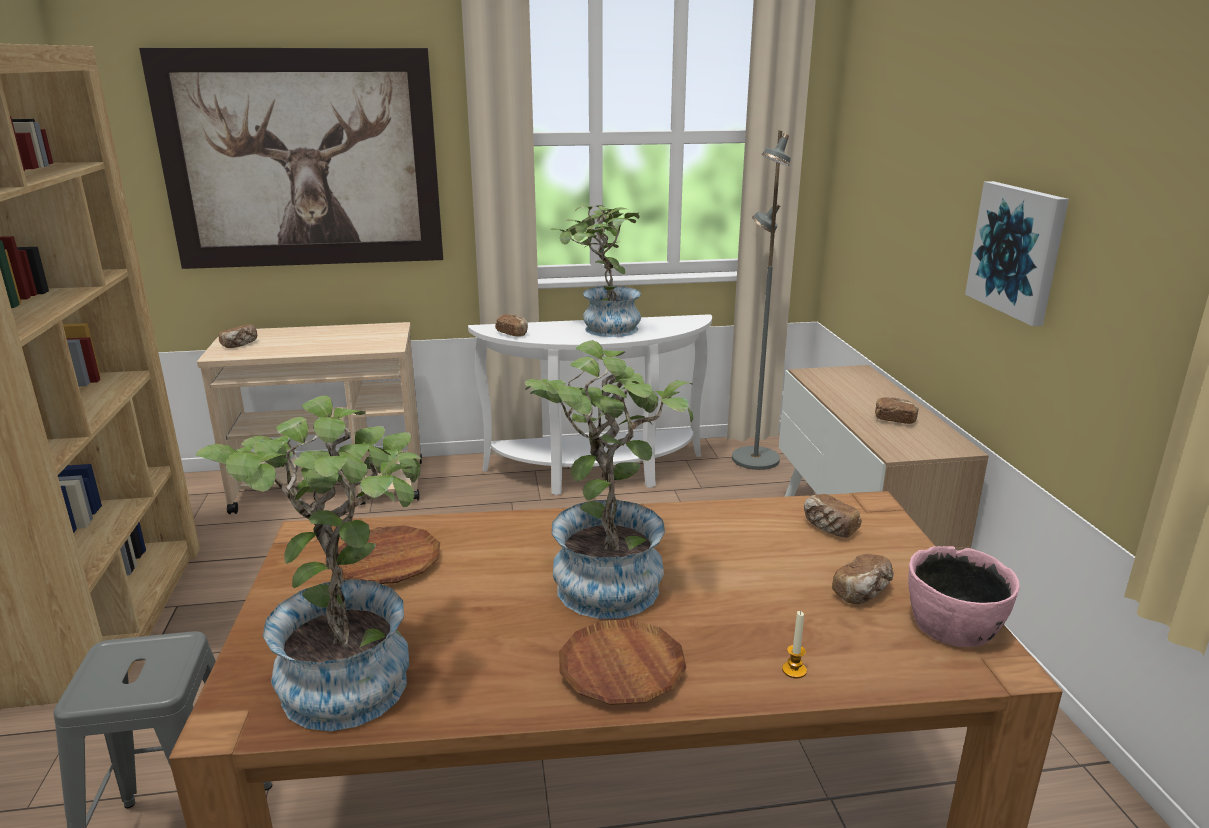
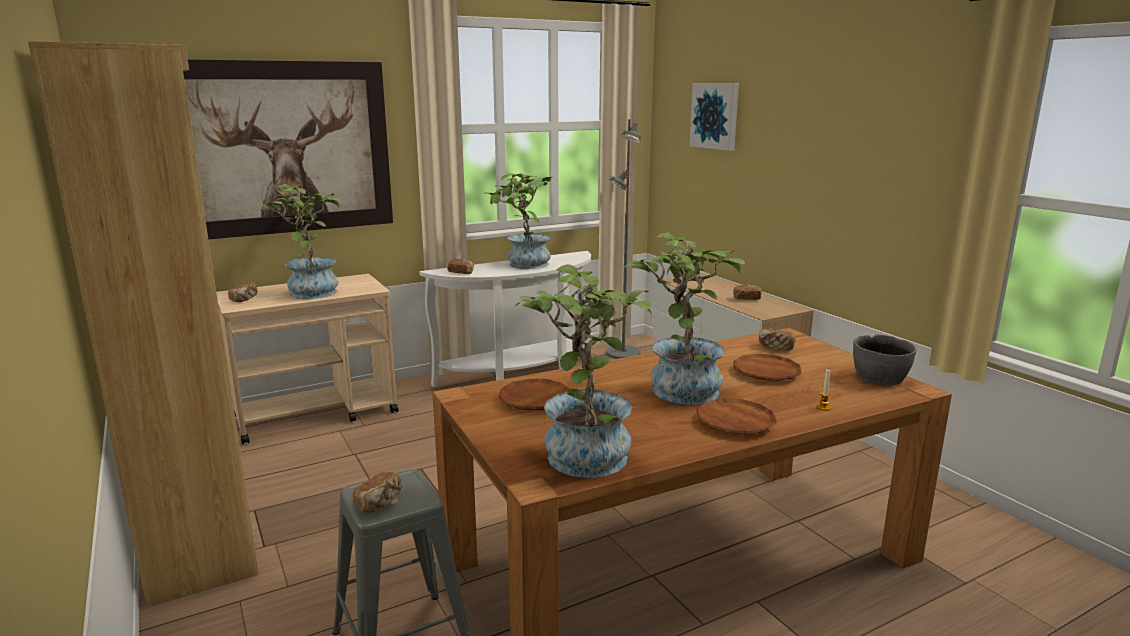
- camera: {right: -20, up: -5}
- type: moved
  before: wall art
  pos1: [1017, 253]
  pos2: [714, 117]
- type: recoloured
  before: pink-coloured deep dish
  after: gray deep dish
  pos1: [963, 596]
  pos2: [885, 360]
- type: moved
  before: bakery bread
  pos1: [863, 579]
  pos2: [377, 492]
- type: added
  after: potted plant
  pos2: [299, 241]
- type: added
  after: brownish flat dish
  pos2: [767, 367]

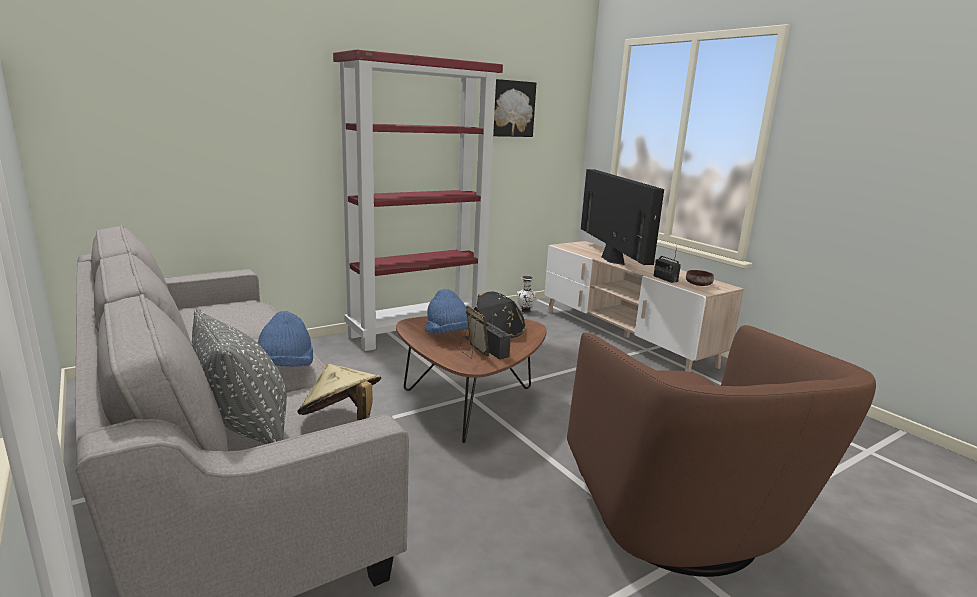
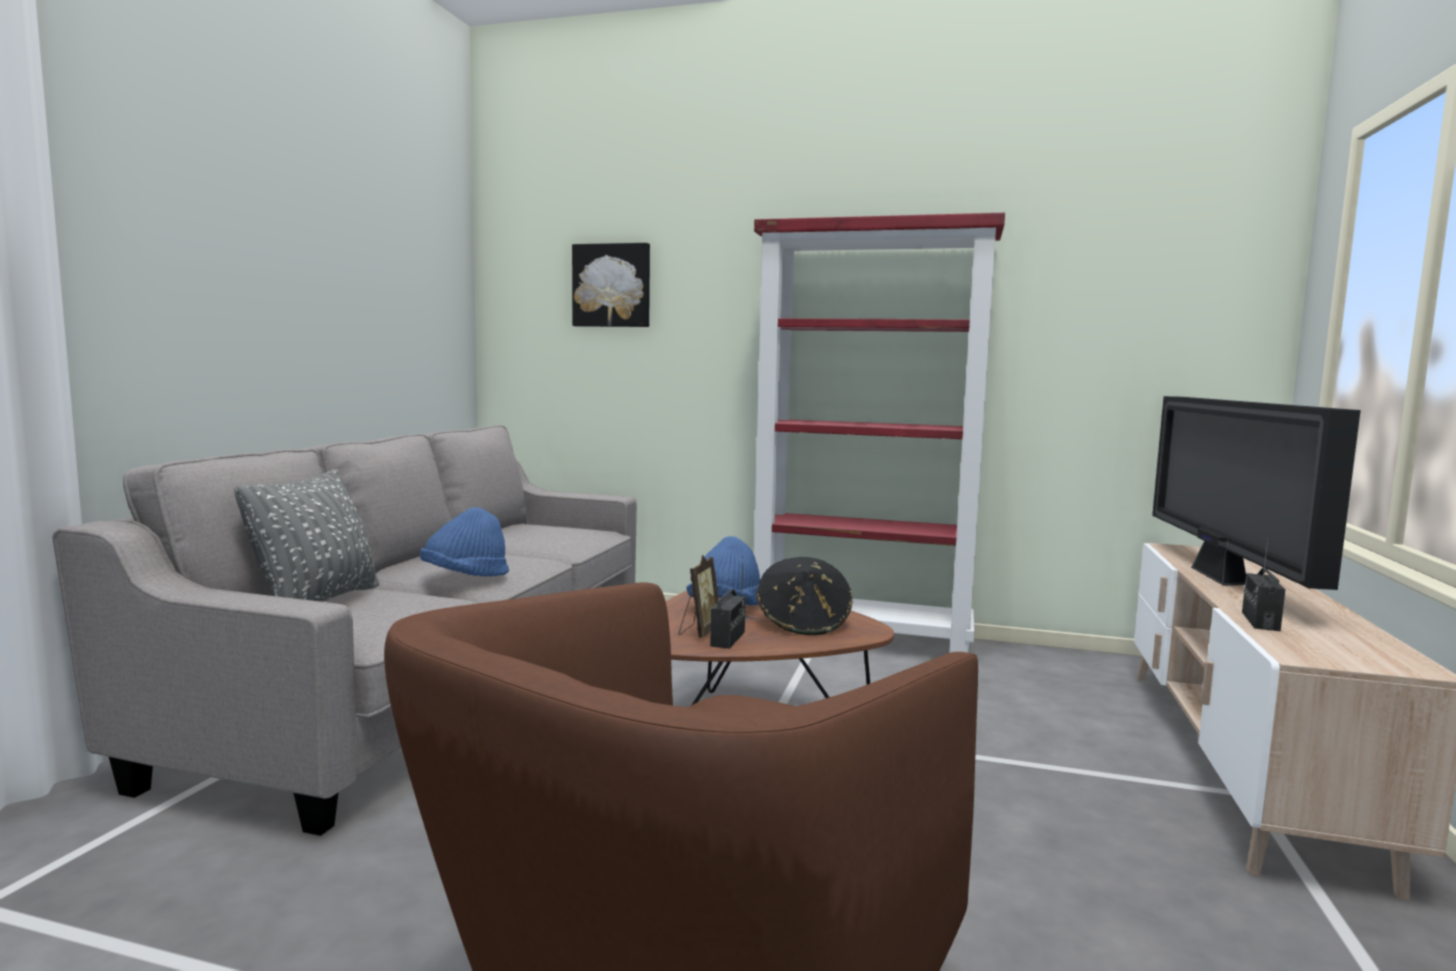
- camera: {right: 50, up: -10}
- type: moved
  before: wall art
  pos1: [514, 108]
  pos2: [611, 285]
- type: turned
  before: TV set
  pos1: [622, 217]
  pos2: [1256, 493]
  turn: 150
- type: removed
  before: brownish deep dish
  pos1: [700, 278]
- type: removed
  before: whitish flower vase
  pos1: [526, 294]
- type: removed
  before: beige-coloured wearable hat
  pos1: [339, 392]

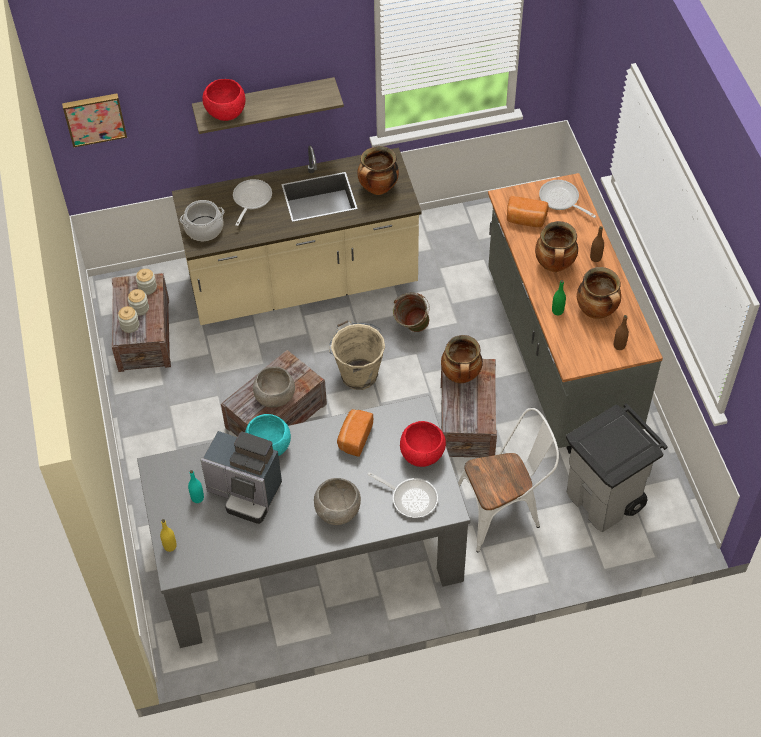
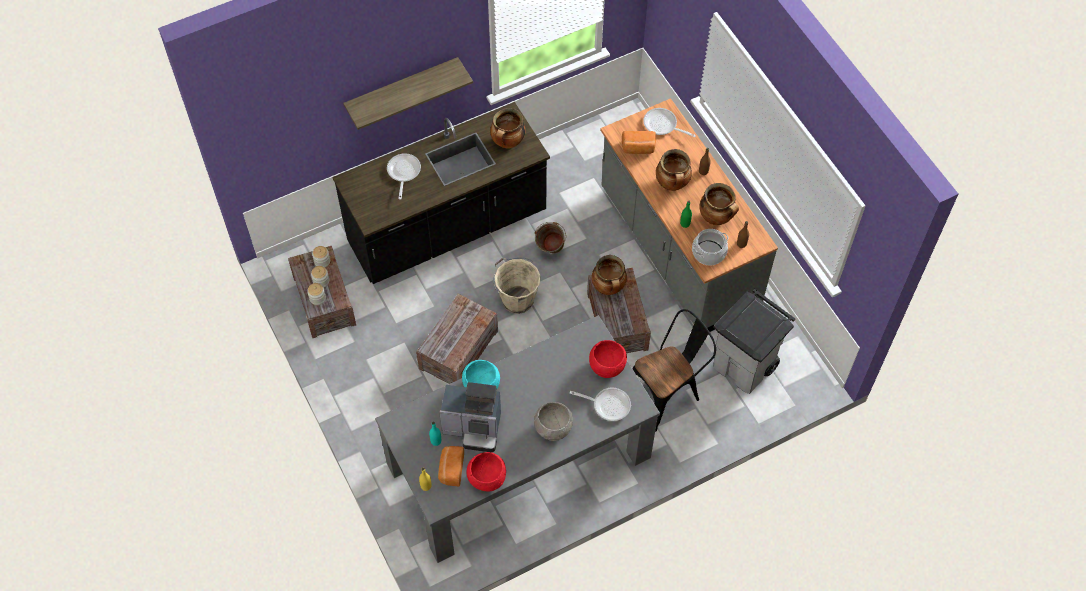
- camera: {right: -15, up: 5}
- type: moved
  before: red-coloured deep dish
  pos1: [223, 100]
  pos2: [486, 472]
- type: removed
  before: wall art
  pos1: [94, 121]
- type: recoloured
  before: beige-coloured kitchen counter
  after: black kitchen counter
  pos1: [297, 235]
  pos2: [441, 193]
- type: moved
  before: saucepot
  pos1: [202, 220]
  pos2: [710, 247]
- type: removed
  before: gray deep dish
  pos1: [274, 387]
- type: recoloured
  before: whitish upright chair
  after: black upright chair
  pos1: [508, 480]
  pos2: [674, 370]
- type: moved
  before: bakery bread
  pos1: [355, 433]
  pos2: [451, 466]

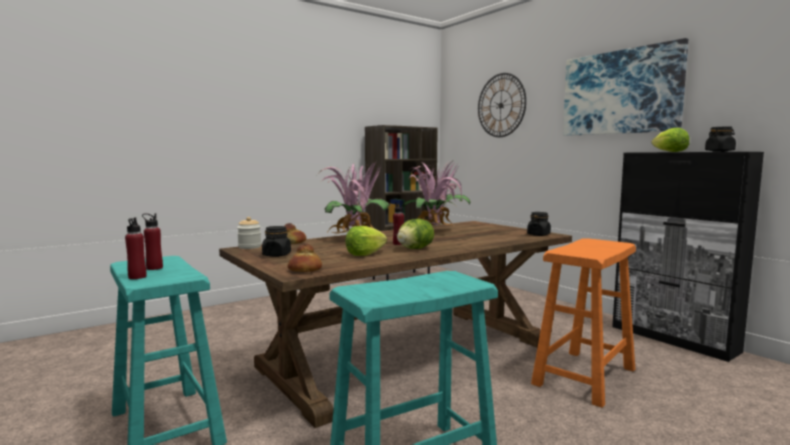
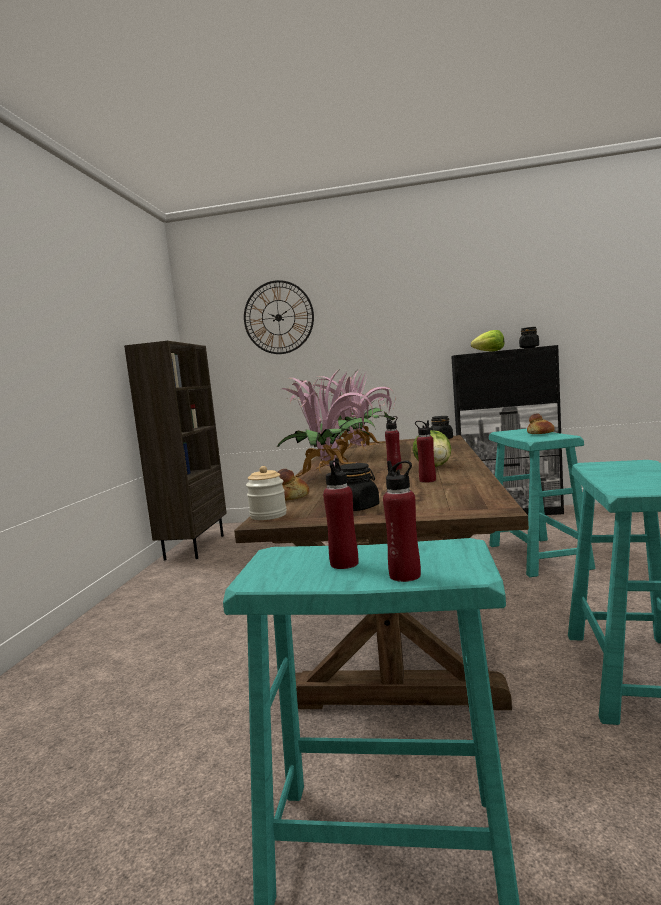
- camera: {right: -45, up: 0}
- type: removed
  before: wall art
  pos1: [625, 87]
- type: replaced
  before: head of lettuce
  after: red-coloured beverage bottle
  pos1: [366, 241]
  pos2: [425, 451]
- type: recoloured
  before: orangey stool
  after: blue-green stool
  pos1: [583, 323]
  pos2: [542, 503]
- type: moved
  before: bakery bread
  pos1: [304, 258]
  pos2: [541, 423]

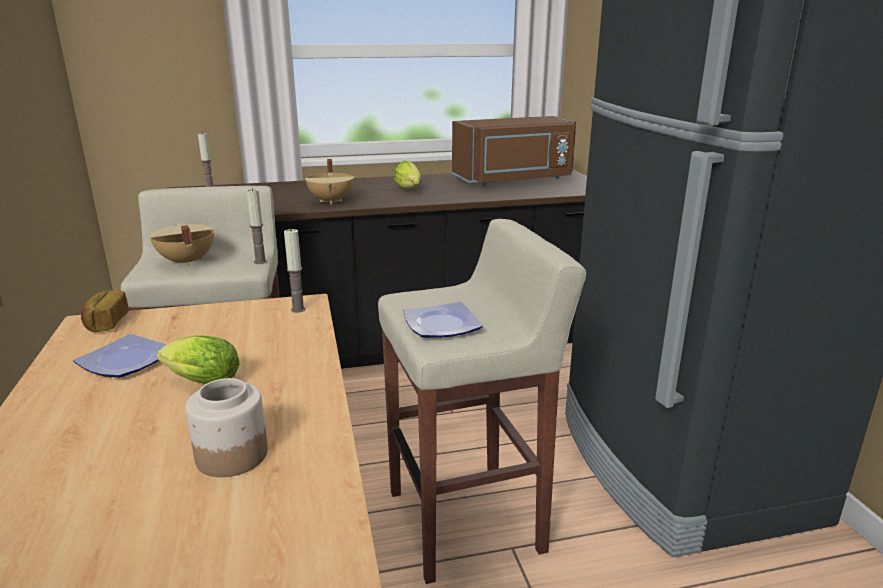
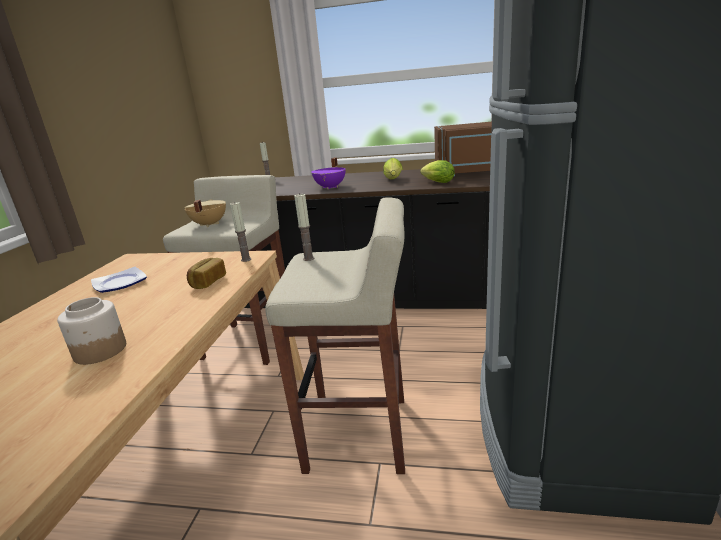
- camera: {right: 25, up: 0}
- type: recoloured
  before: beige-coloured saucepot
  after: purple saucepot
  pos1: [329, 181]
  pos2: [328, 173]
- type: moved
  before: candle
  pos1: [256, 226]
  pos2: [304, 227]
- type: moved
  before: bakery bread
  pos1: [105, 311]
  pos2: [206, 273]
- type: removed
  before: flat dish
  pos1: [443, 320]
- type: moved
  before: head of lettuce
  pos1: [198, 359]
  pos2: [437, 171]

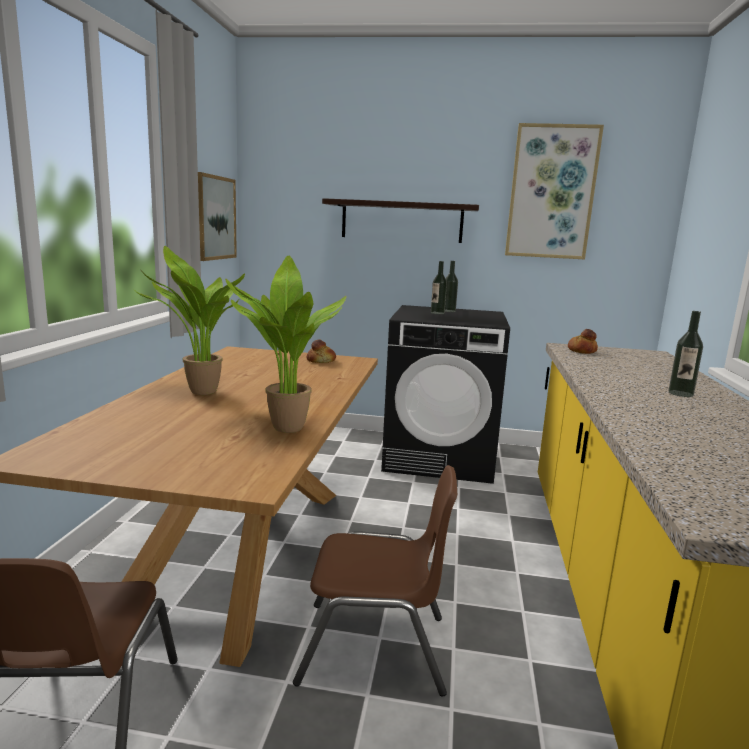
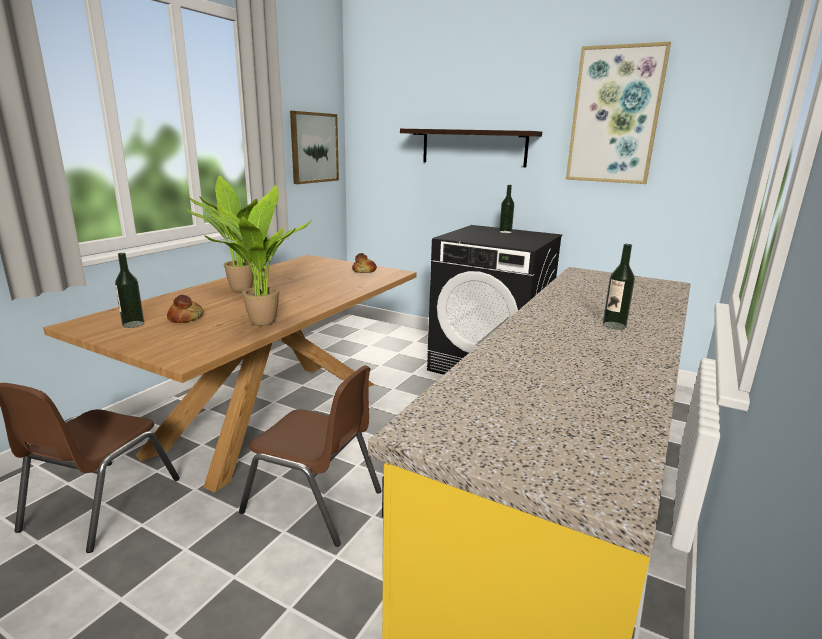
- camera: {right: 20, up: 5}
- type: moved
  before: beverage bottle
  pos1: [439, 287]
  pos2: [129, 290]
- type: moved
  before: bakery bread
  pos1: [583, 341]
  pos2: [185, 309]

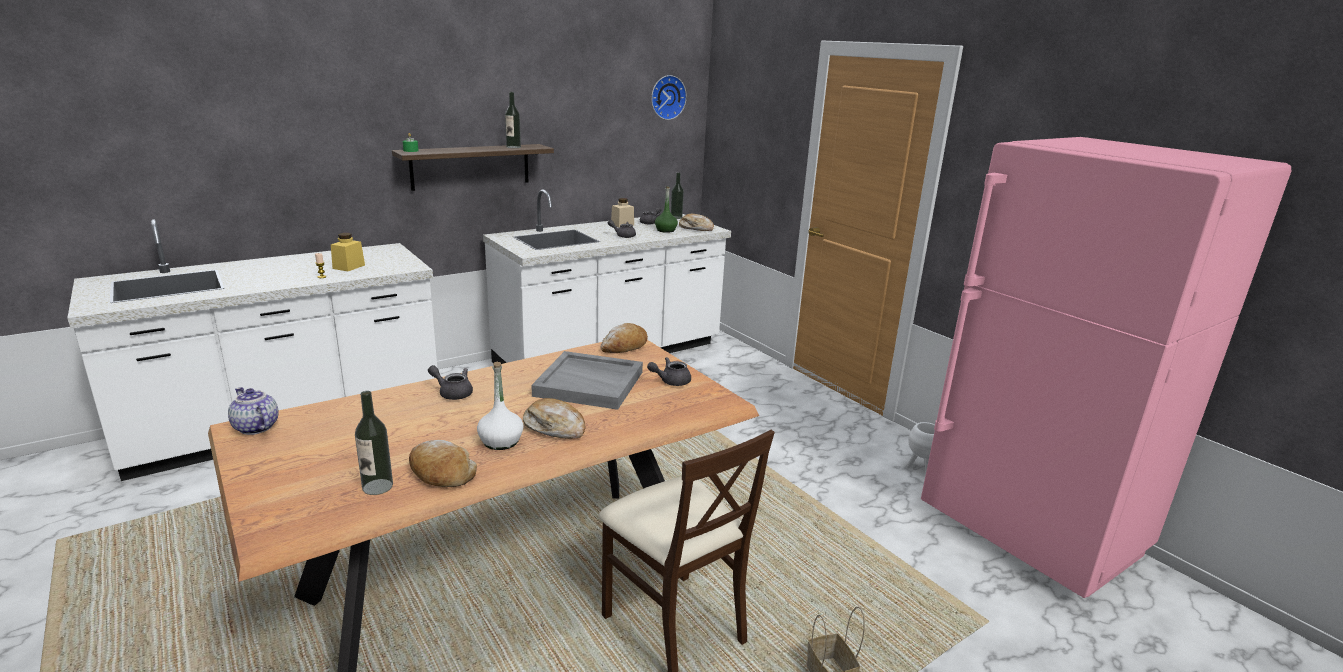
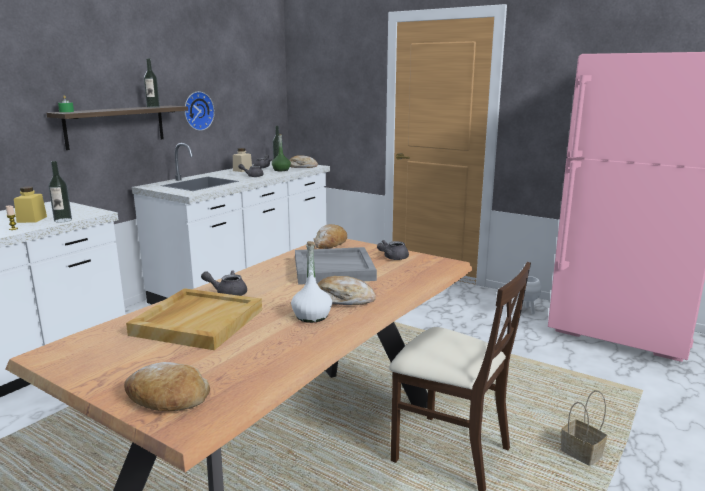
- camera: {right: -20, up: -5}
- type: moved
  before: clock on the wall
  pos1: [669, 97]
  pos2: [200, 111]
- type: removed
  before: pot for tea
  pos1: [253, 411]
- type: moved
  before: beverage bottle
  pos1: [374, 443]
  pos2: [60, 192]
- type: moved
  before: bakery bread
  pos1: [443, 463]
  pos2: [167, 386]
- type: added
  after: beige-coloured serving tray
  pos2: [194, 319]

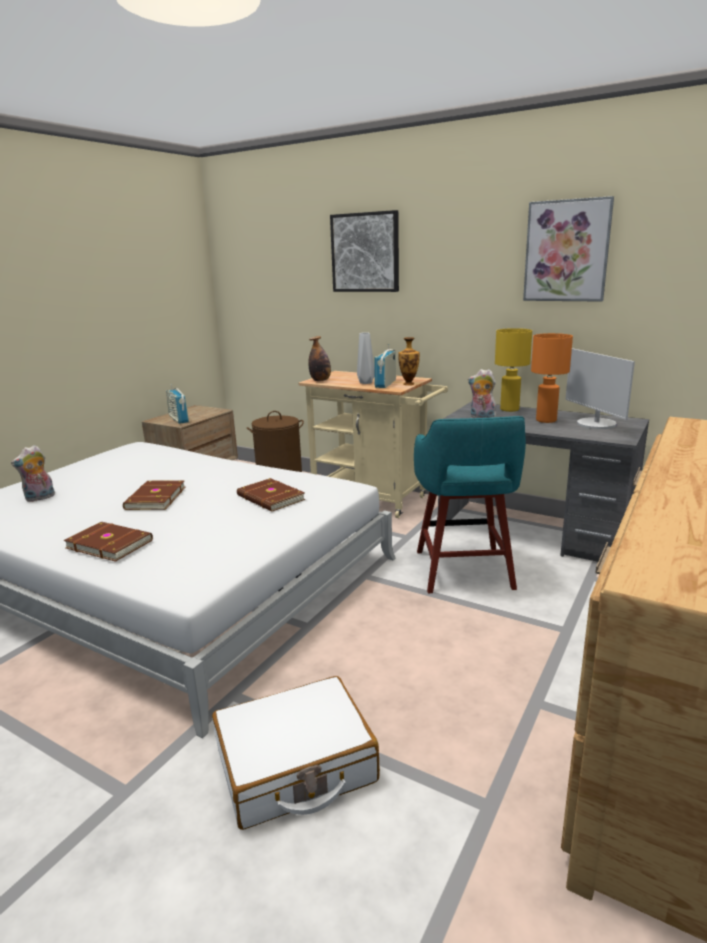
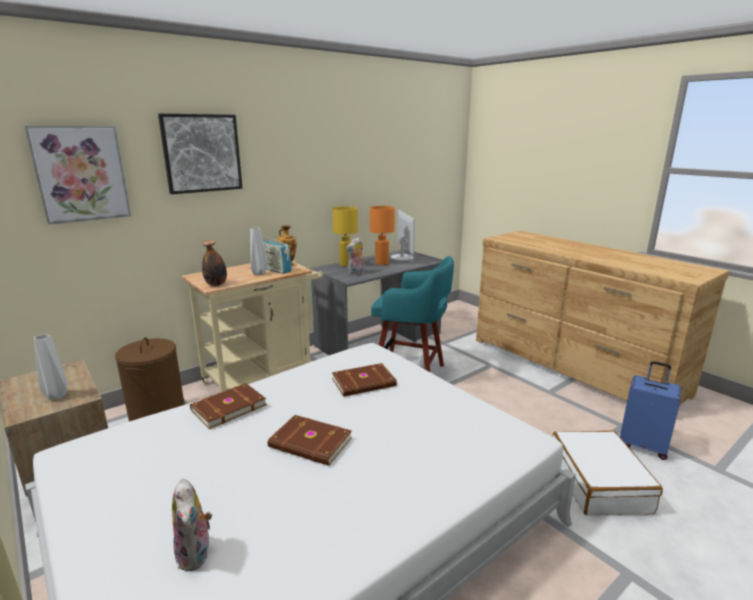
- camera: {right: -70, up: 0}
- type: moved
  before: wall art
  pos1: [568, 249]
  pos2: [78, 175]
- type: turned
  before: computer display
  pos1: [600, 388]
  pos2: [403, 235]
  turn: -105
- type: replaced
  before: radio receiver
  after: gray flower vase
  pos1: [177, 404]
  pos2: [50, 367]
- type: moved
  before: brownish book
  pos1: [108, 542]
  pos2: [228, 406]
- type: added
  after: blue-coloured suitcase
  pos2: [650, 410]

